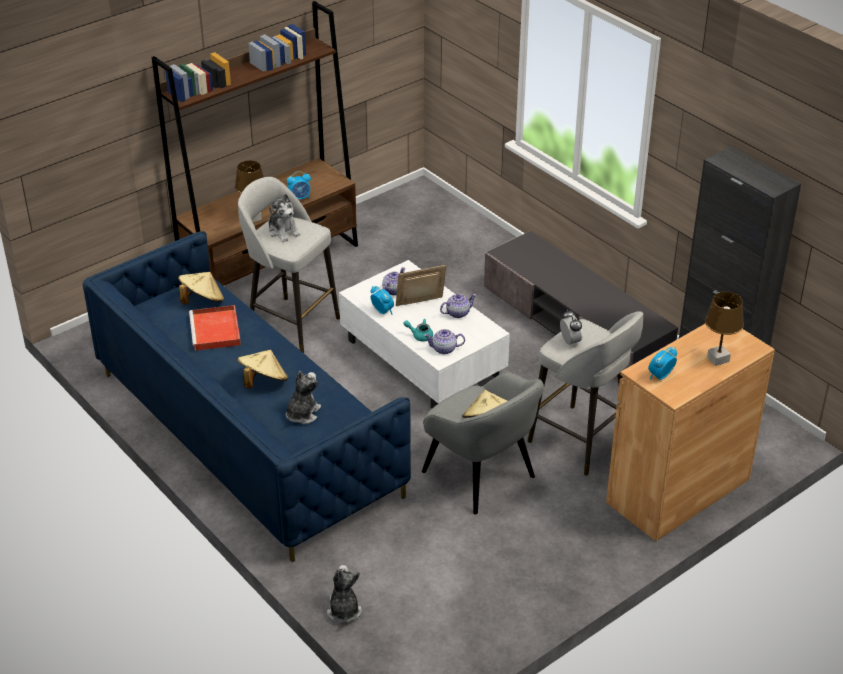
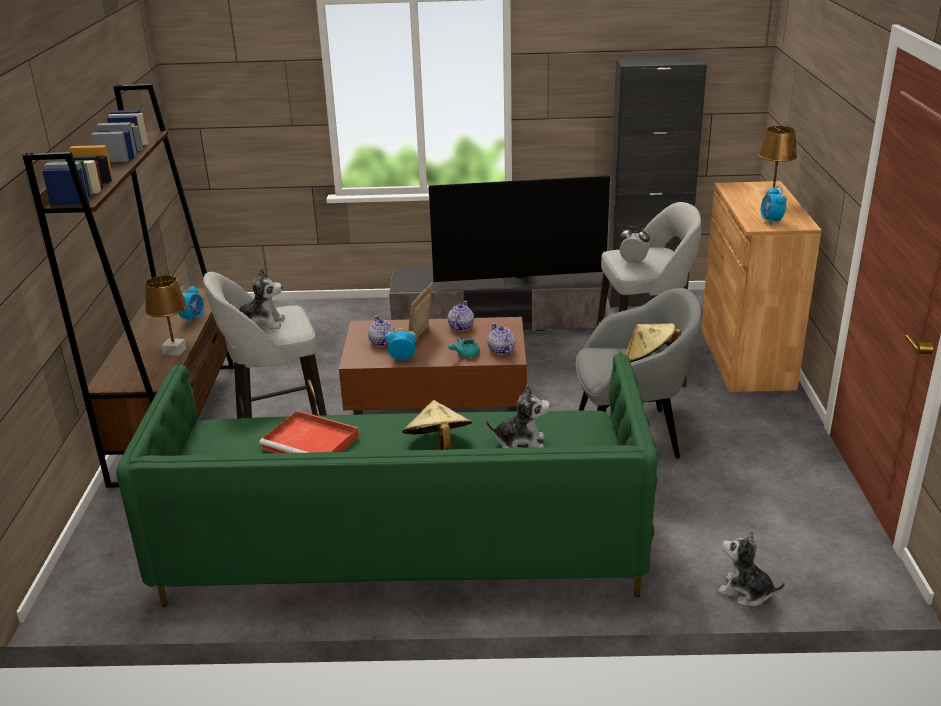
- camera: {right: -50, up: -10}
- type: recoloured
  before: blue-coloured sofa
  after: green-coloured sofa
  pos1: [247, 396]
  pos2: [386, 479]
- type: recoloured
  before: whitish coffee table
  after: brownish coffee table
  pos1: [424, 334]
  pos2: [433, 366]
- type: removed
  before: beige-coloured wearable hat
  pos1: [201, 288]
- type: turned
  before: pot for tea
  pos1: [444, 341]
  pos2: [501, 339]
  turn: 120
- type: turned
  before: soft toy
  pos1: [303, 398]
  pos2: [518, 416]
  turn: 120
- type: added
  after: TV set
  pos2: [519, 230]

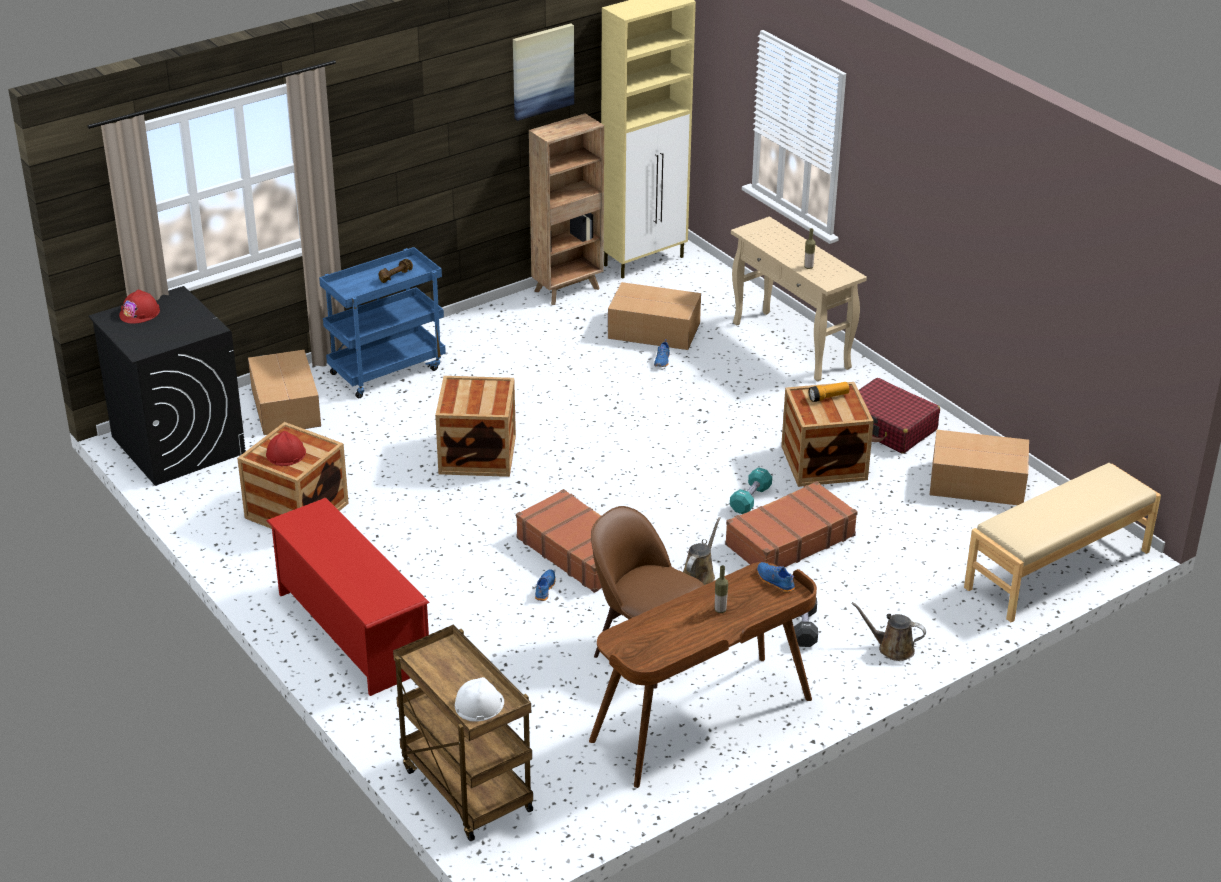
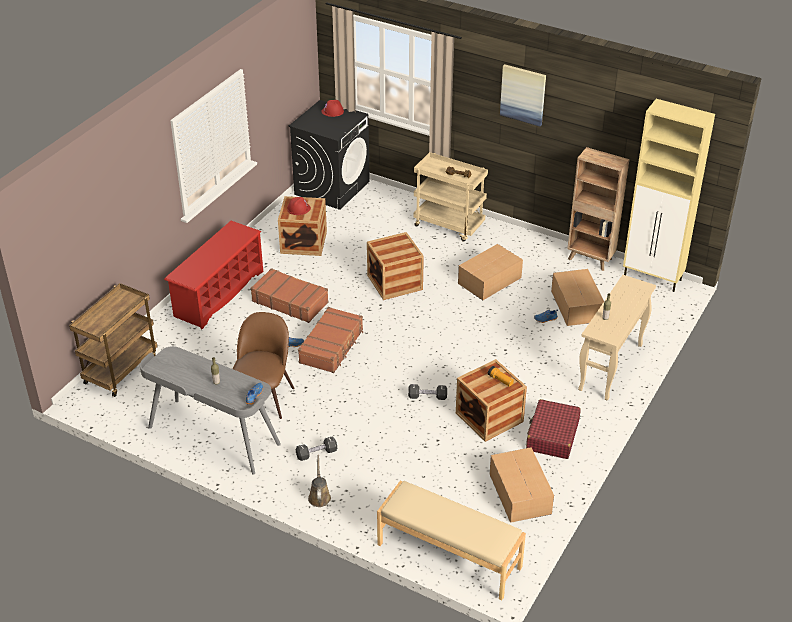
- camera: {right: 65, up: 5}
- type: moved
  before: wall art
  pos1: [543, 72]
  pos2: [523, 95]
- type: recoloured
  before: blue-coloured cart
  after: beige-coloured cart
  pos1: [382, 322]
  pos2: [450, 197]
- type: moved
  before: carton
  pos1: [284, 392]
  pos2: [490, 272]
- type: recoloured
  before: blue-green free weight
  after: black free weight
  pos1: [751, 490]
  pos2: [427, 392]
- type: moved
  before: brownish suitcase
  pos1: [791, 524]
  pos2: [290, 295]
- type: removed
  before: brownish sprinkling can
  pos1: [702, 551]
- type: recoloured
  before: brownish desk table
  after: gray desk table
  pos1: [703, 675]
  pos2: [210, 410]
- type: removed
  before: whitish hard hat
  pos1: [479, 699]

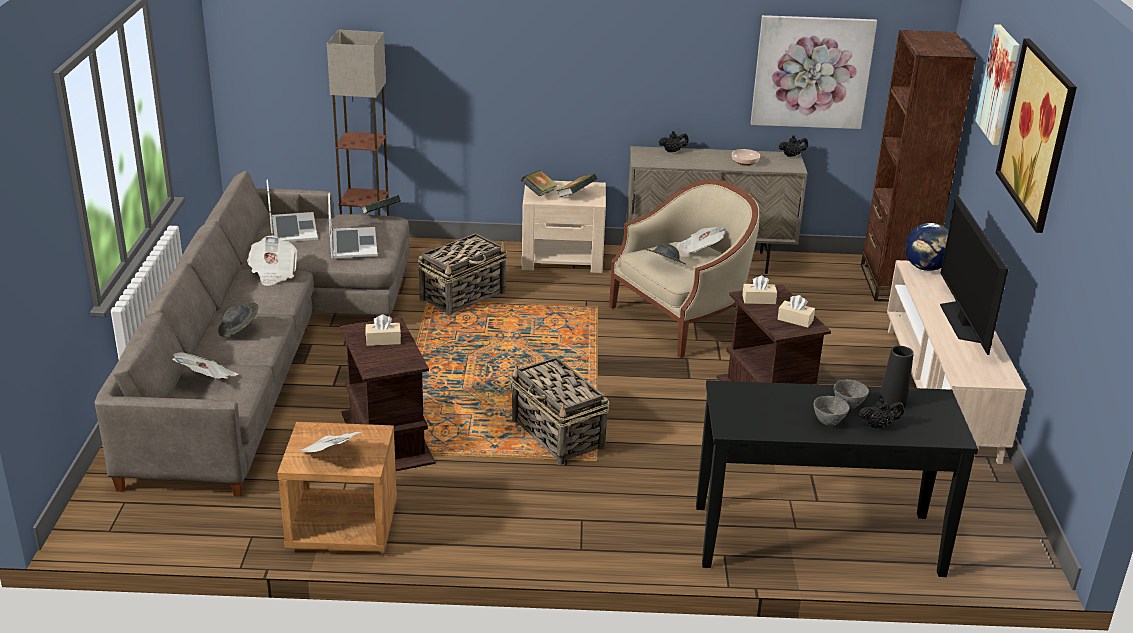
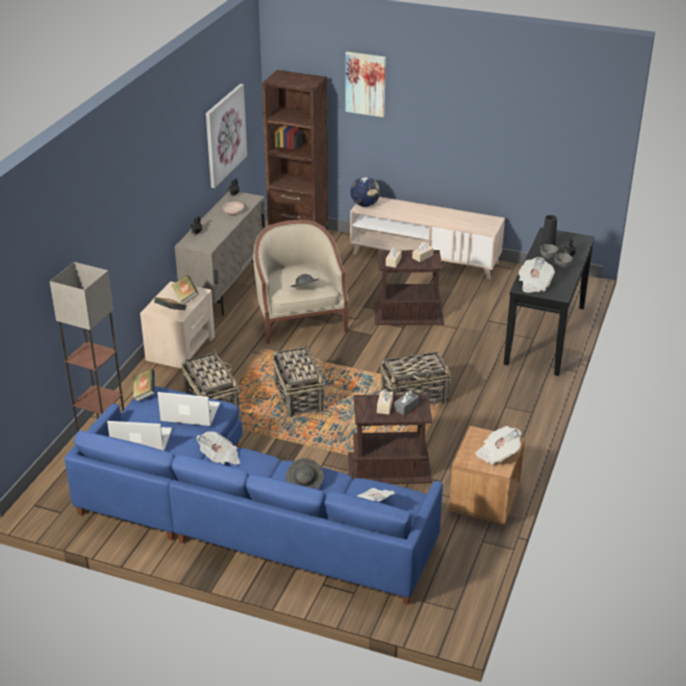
- camera: {right: -70, up: 5}
- type: removed
  before: wall art
  pos1: [1036, 135]
- type: recoloured
  before: gray sofa
  after: blue-coloured sofa
  pos1: [252, 334]
  pos2: [253, 495]
- type: removed
  before: TV set
  pos1: [974, 274]
- type: moved
  before: newspaper
  pos1: [701, 241]
  pos2: [536, 275]
- type: added
  after: household basket
  pos2: [299, 380]
- type: added
  after: gray tissue box
  pos2: [406, 403]

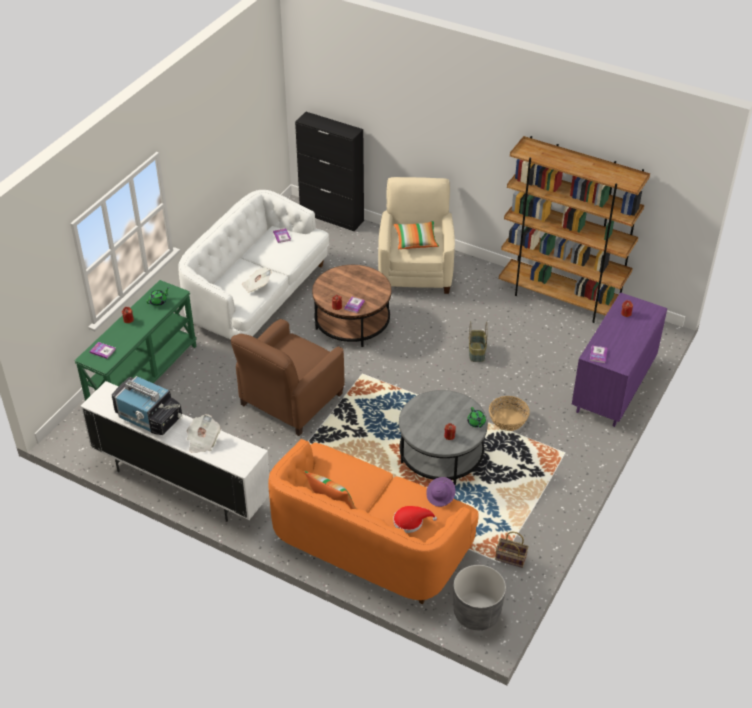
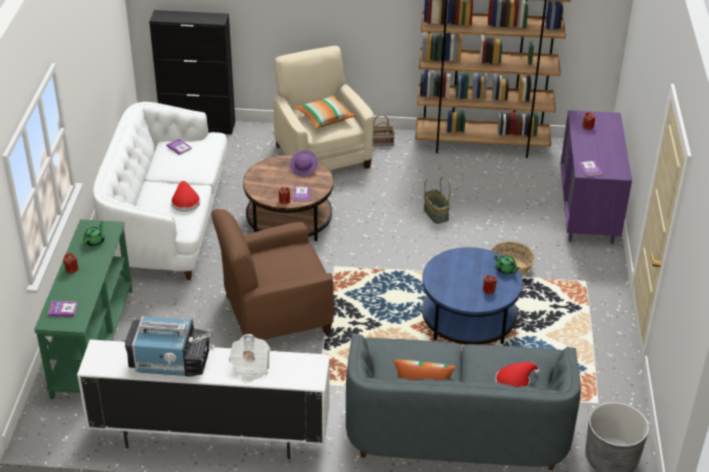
- camera: {right: -25, up: -5}
- type: replaced
  before: newspaper
  after: red-coloured wearable hat
  pos1: [257, 280]
  pos2: [185, 196]
- type: turned
  before: brownish easy chair
  pos1: [288, 377]
  pos2: [272, 274]
  turn: 60
- type: recoloured
  before: gray coffee table
  after: blue-coloured coffee table
  pos1: [443, 437]
  pos2: [472, 296]
- type: recoloured
  before: orangey sofa
  after: gray sofa
  pos1: [373, 521]
  pos2: [463, 402]
- type: moved
  before: purple wearable hat
  pos1: [441, 492]
  pos2: [304, 163]
- type: moved
  before: household basket
  pos1: [512, 550]
  pos2: [384, 130]

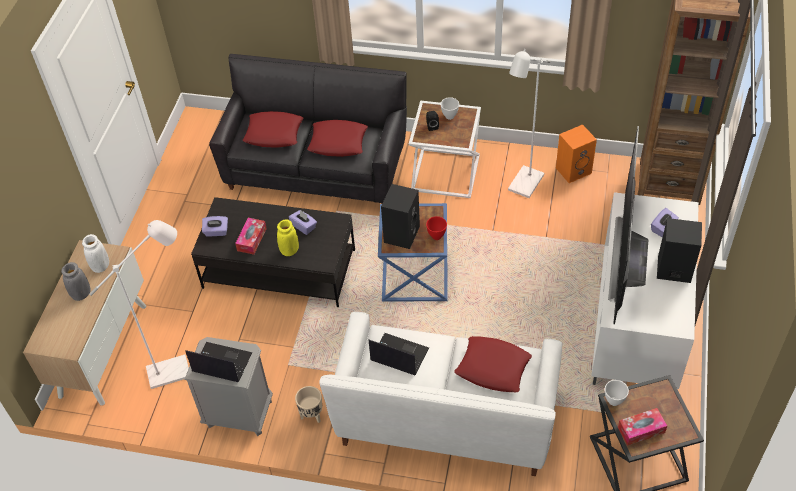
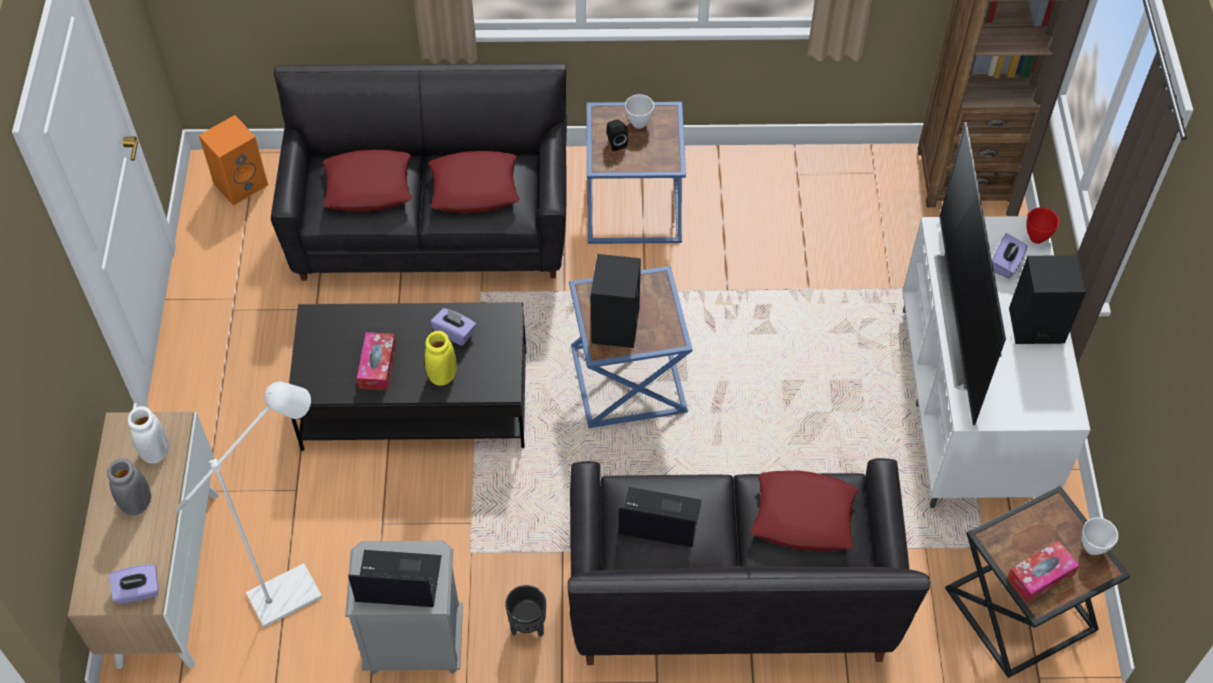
- camera: {right: -15, up: 5}
- type: removed
  before: whitish standard lamp
  pos1: [529, 123]
- type: recoloured
  before: whitish side table
  after: blue-coloured side table
  pos1: [445, 149]
  pos2: [636, 173]
- type: moved
  before: orangey speaker
  pos1: [576, 153]
  pos2: [233, 160]
- type: moved
  before: purple tissue box
  pos1: [215, 226]
  pos2: [134, 584]
- type: moved
  before: red-coloured deep dish
  pos1: [436, 228]
  pos2: [1043, 225]
- type: recoloured
  before: whitish sofa
  after: black sofa
  pos1: [440, 394]
  pos2: [749, 561]
- type: moved
  before: whitish deep dish
  pos1: [617, 393]
  pos2: [1099, 536]
- type: recoloured
  before: beige-coloured plant pot
  after: black plant pot
  pos1: [308, 404]
  pos2: [525, 611]

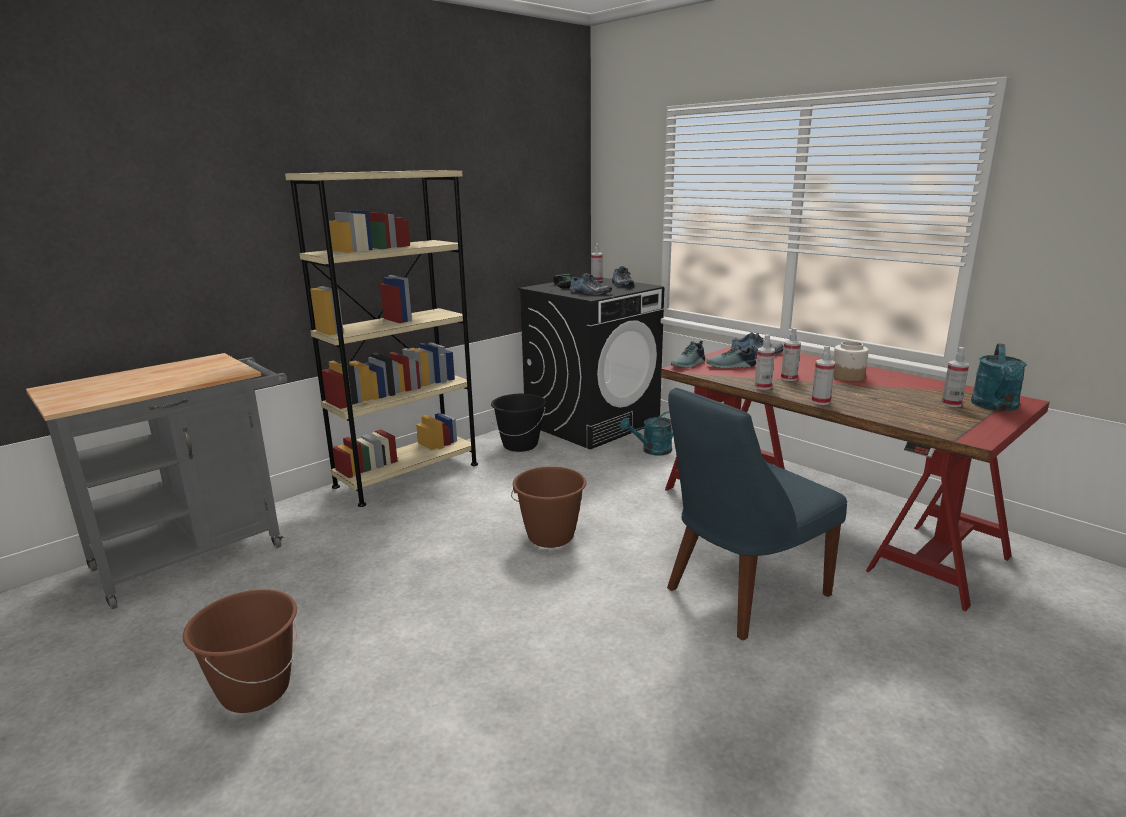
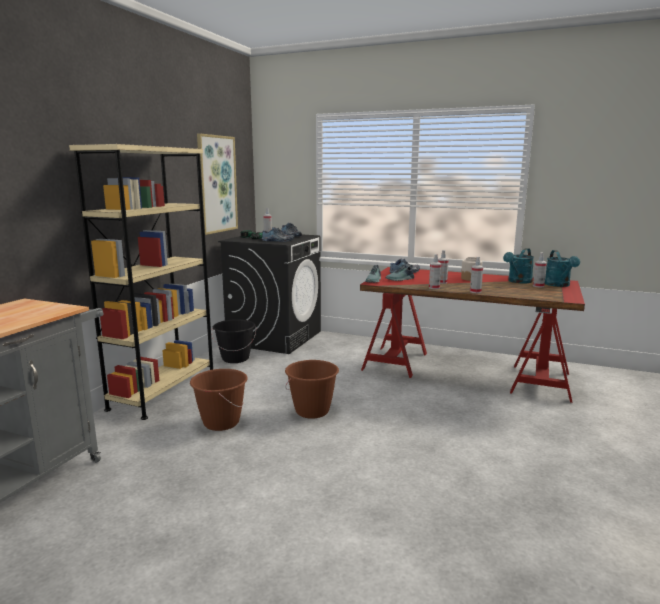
- camera: {right: -25, up: -5}
- type: removed
  before: blue-coloured upright chair
  pos1: [757, 514]
- type: moved
  before: blue-green sprinkling can
  pos1: [646, 433]
  pos2: [518, 265]
- type: moved
  before: brownish water bucket
  pos1: [240, 651]
  pos2: [219, 400]
- type: added
  after: wall art
  pos2: [217, 184]

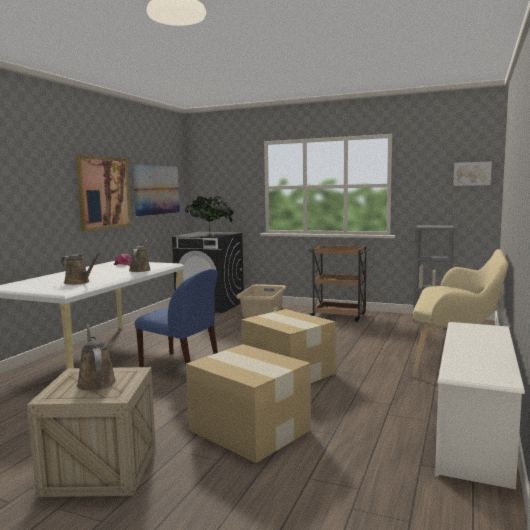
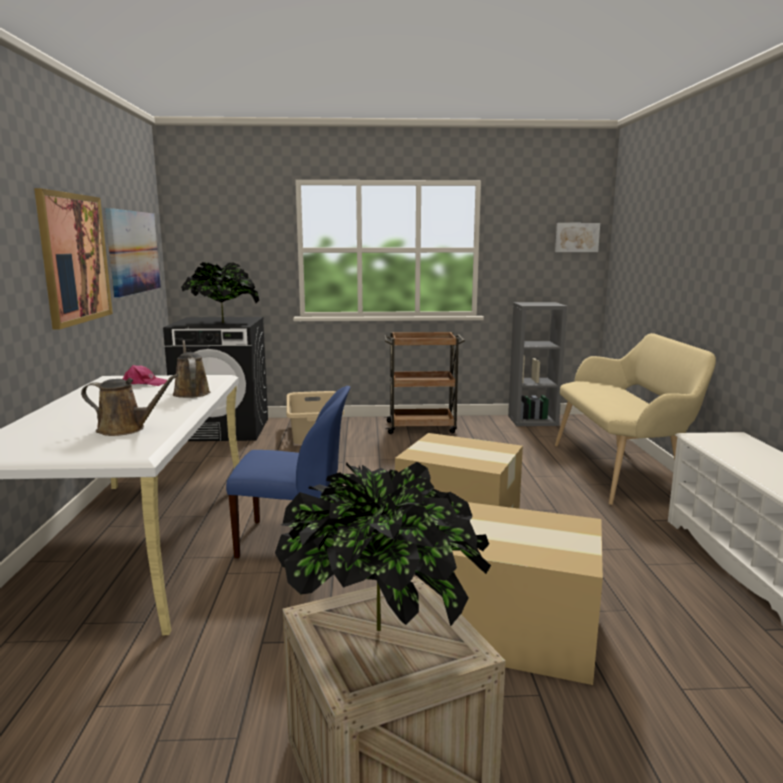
- camera: {right: -25, up: 5}
- type: replaced
  before: brownish sprinkling can
  after: potted plant
  pos1: [96, 357]
  pos2: [383, 546]

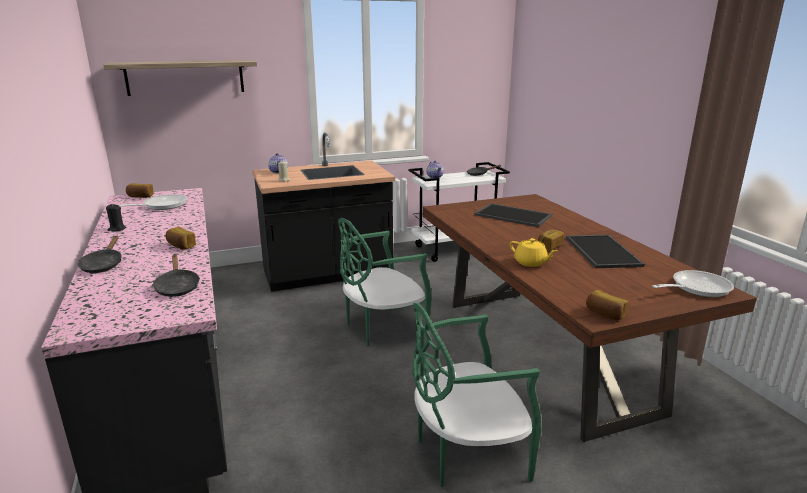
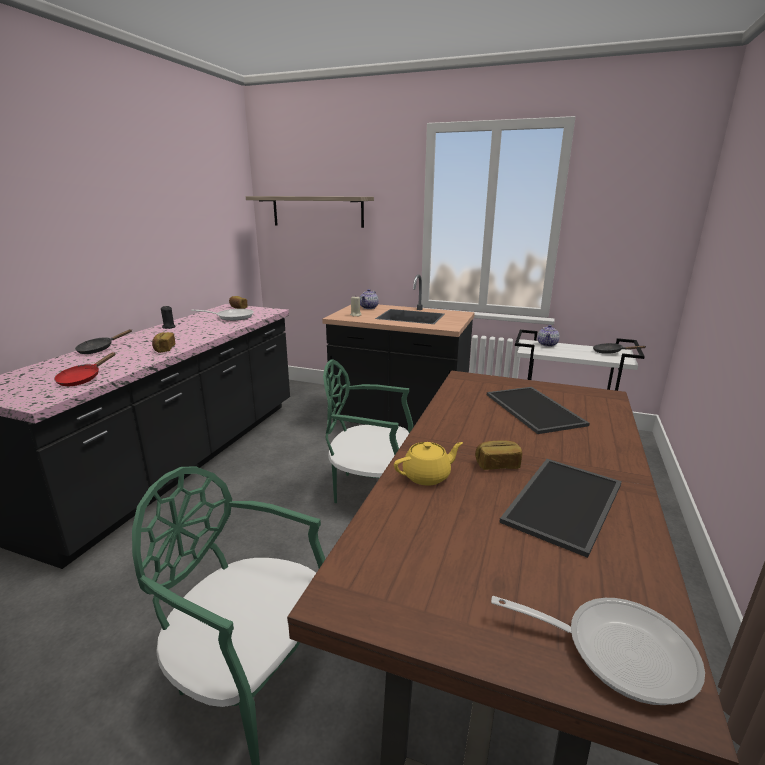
- camera: {right: 40, up: 0}
- type: turned
  before: yellowish pot for tea
  pos1: [534, 252]
  pos2: [428, 463]
  turn: -105
- type: recoloured
  before: black skillet
  after: red-coloured skillet
  pos1: [176, 276]
  pos2: [84, 369]
- type: removed
  before: bakery bread
  pos1: [607, 305]

